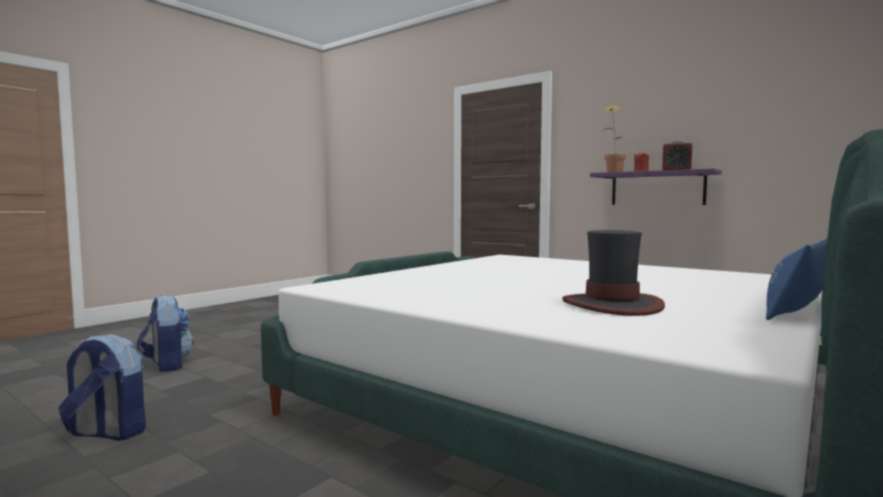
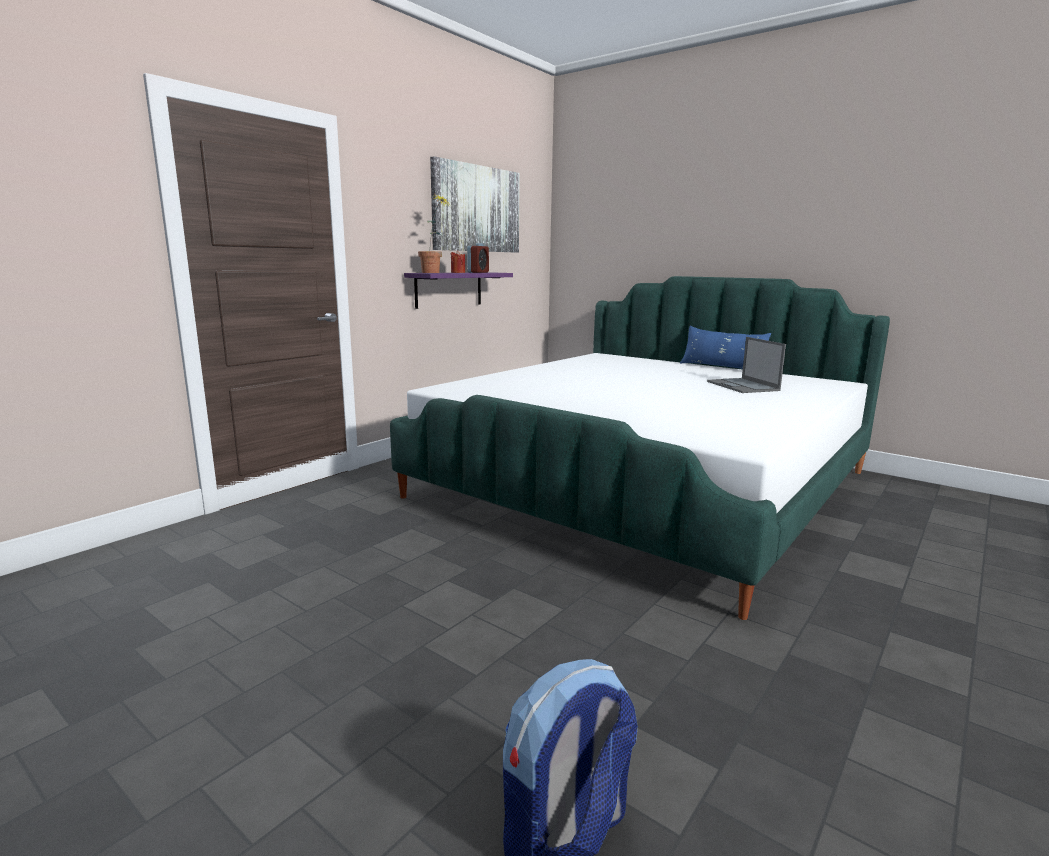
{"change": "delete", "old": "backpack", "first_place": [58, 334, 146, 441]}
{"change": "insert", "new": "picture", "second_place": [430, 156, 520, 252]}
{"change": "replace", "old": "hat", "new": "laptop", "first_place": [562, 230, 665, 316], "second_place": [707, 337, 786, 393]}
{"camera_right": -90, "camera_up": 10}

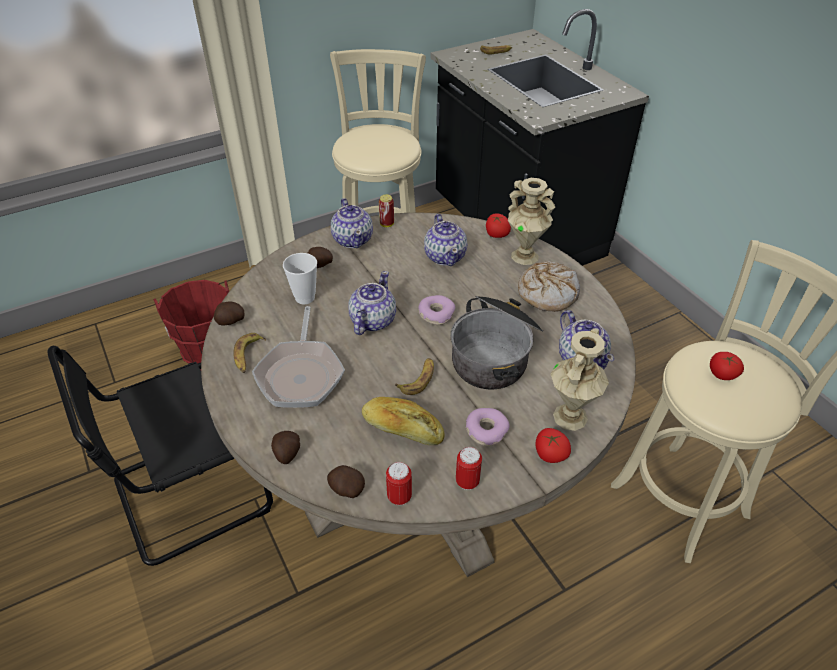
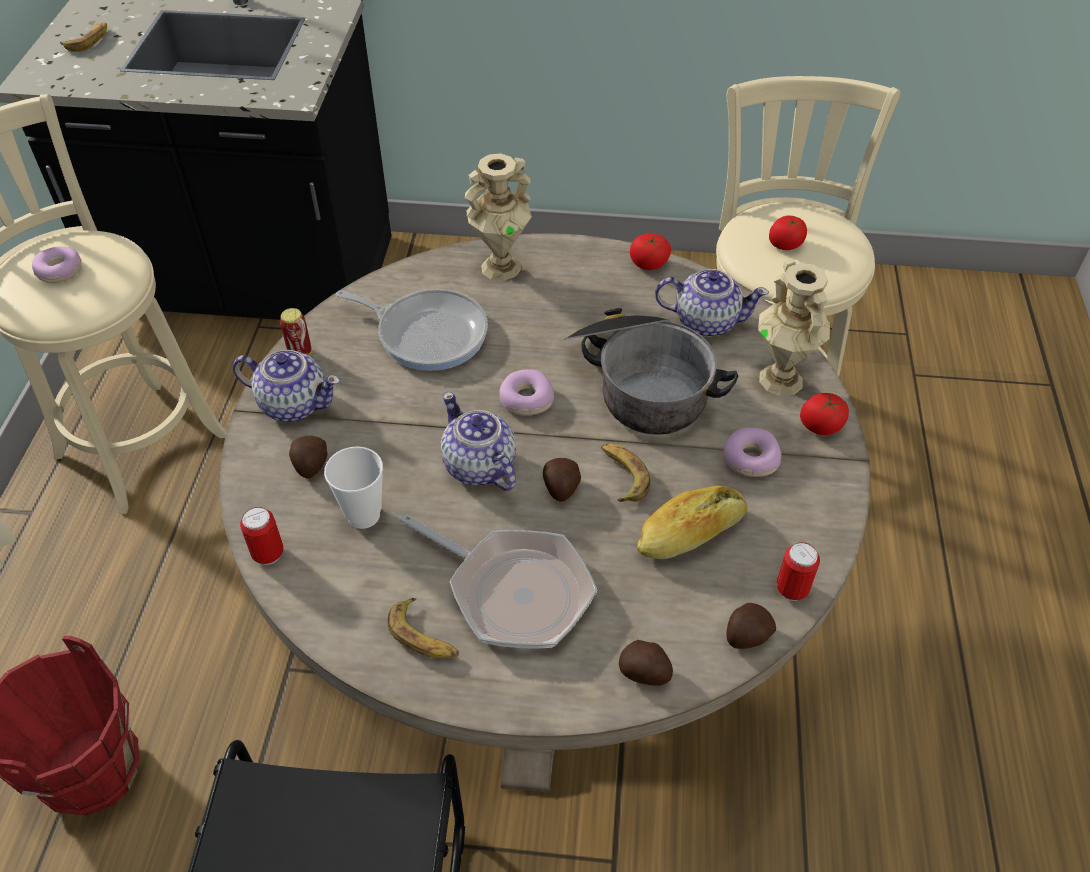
{"change": "delete", "old": "bread", "first_place": [518, 261, 580, 312]}
{"change": "insert", "new": "donut", "second_place": [32, 247, 82, 283]}
{"change": "move", "old": "potato", "first_place": [214, 302, 244, 326], "second_place": [543, 458, 581, 502]}
{"change": "move", "old": "can", "first_place": [456, 447, 482, 490], "second_place": [240, 507, 283, 565]}
{"change": "move", "old": "tomato", "first_place": [486, 213, 511, 238], "second_place": [630, 233, 671, 270]}
{"change": "replace", "old": "teapot", "new": "frying pan", "first_place": [424, 214, 467, 266], "second_place": [336, 289, 488, 371]}
{"camera_right": -55, "camera_up": 5}

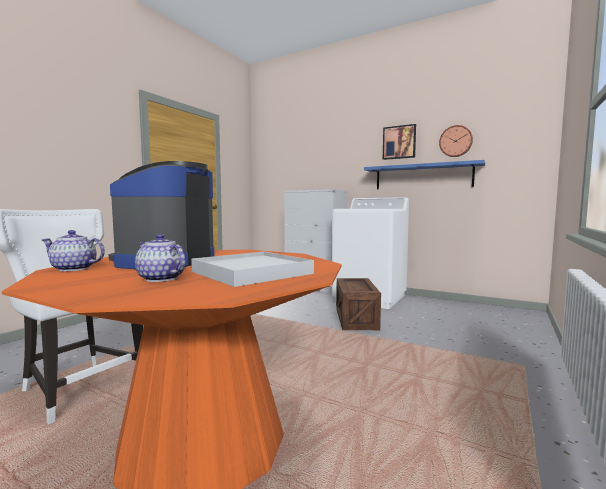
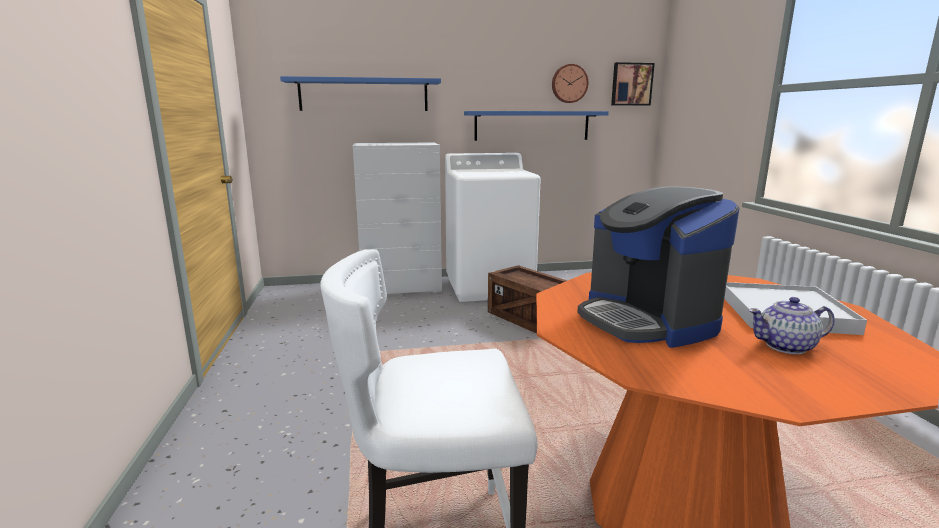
{"change": "delete", "old": "teapot", "first_place": [42, 230, 105, 271]}
{"change": "insert", "new": "blue shelf", "second_place": [280, 76, 441, 111]}
{"change": "move", "old": "picture", "first_place": [383, 124, 416, 160], "second_place": [611, 62, 655, 106]}
{"camera_right": -40, "camera_up": 10}

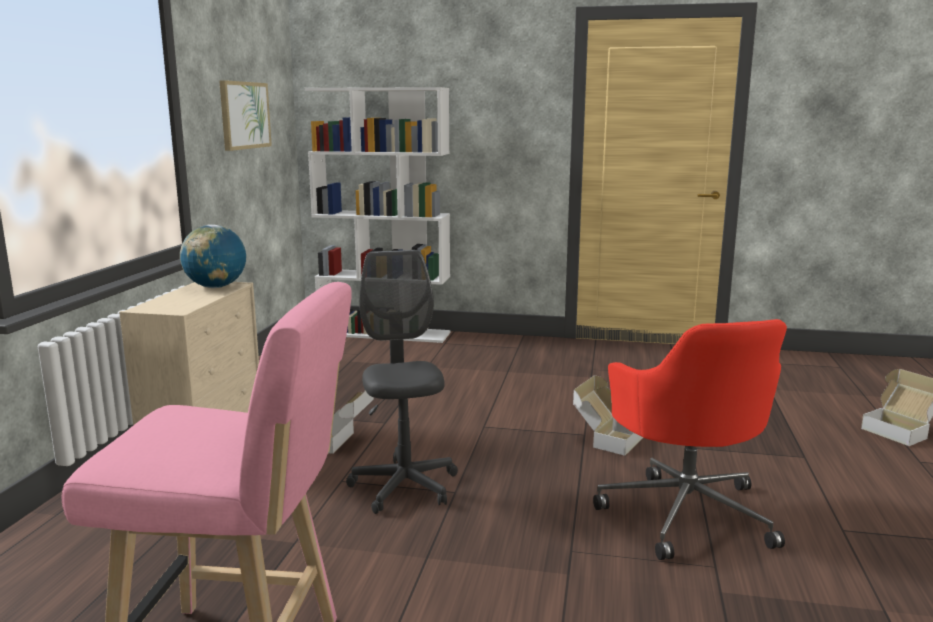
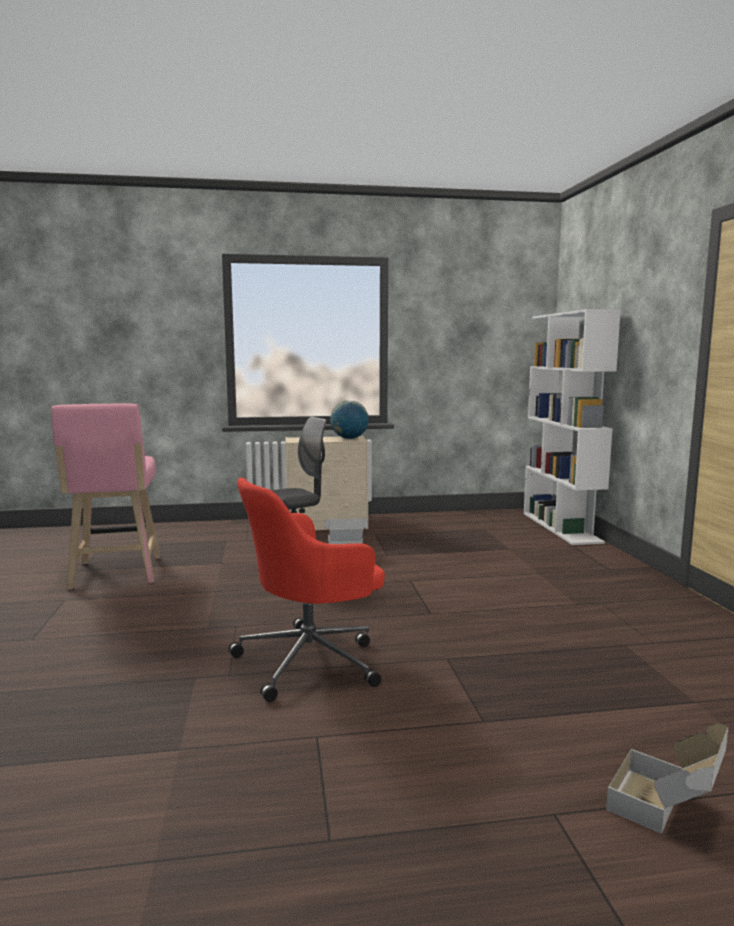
{"change": "delete", "old": "picture", "first_place": [219, 80, 272, 151]}
{"change": "delete", "old": "cardboard box", "first_place": [573, 375, 643, 456]}
{"camera_right": 70, "camera_up": -5}

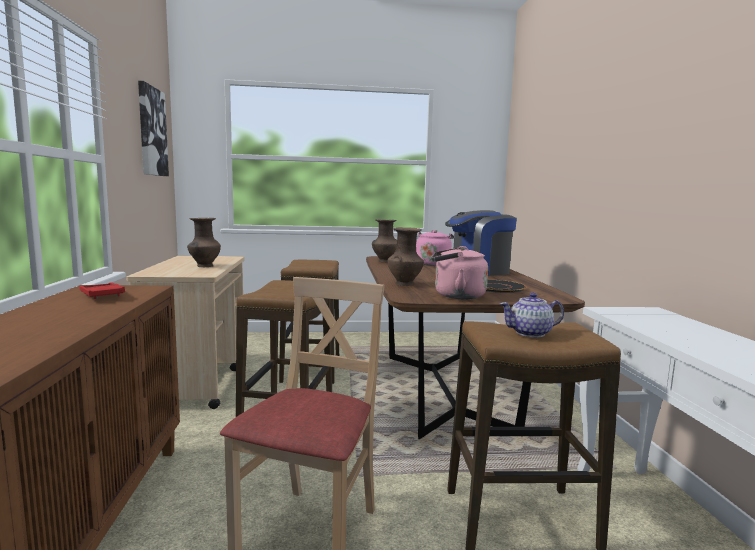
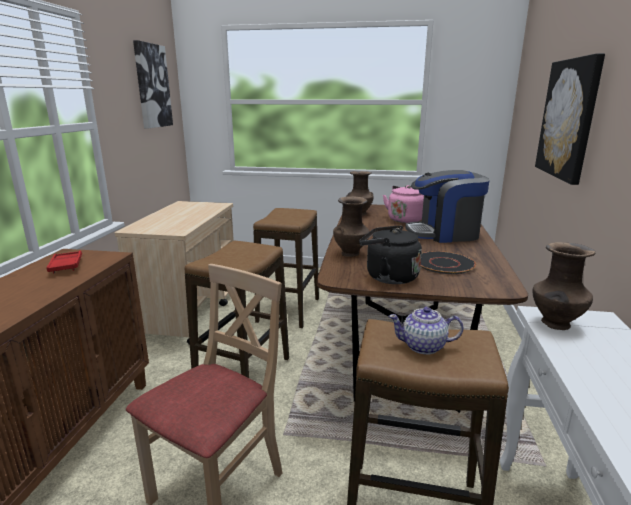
{"change": "insert", "new": "picture", "second_place": [535, 53, 605, 185]}
{"change": "move", "old": "brown vase", "first_place": [187, 218, 221, 267], "second_place": [533, 242, 595, 330]}
{"change": "recolor", "old": "pink kettle", "new": "black kettle", "first_place": [431, 246, 488, 299], "second_place": [359, 225, 422, 284]}
{"camera_right": 15, "camera_up": 10}

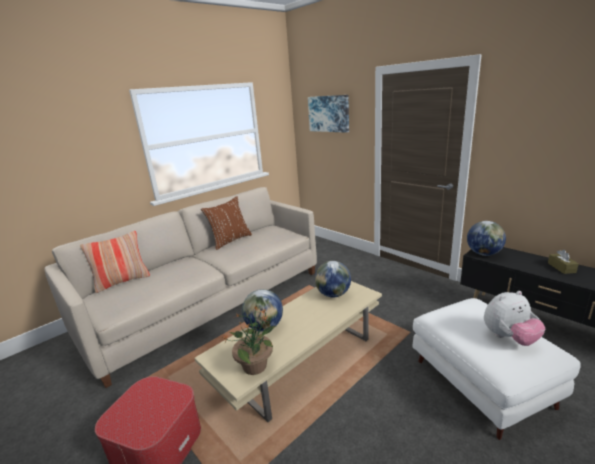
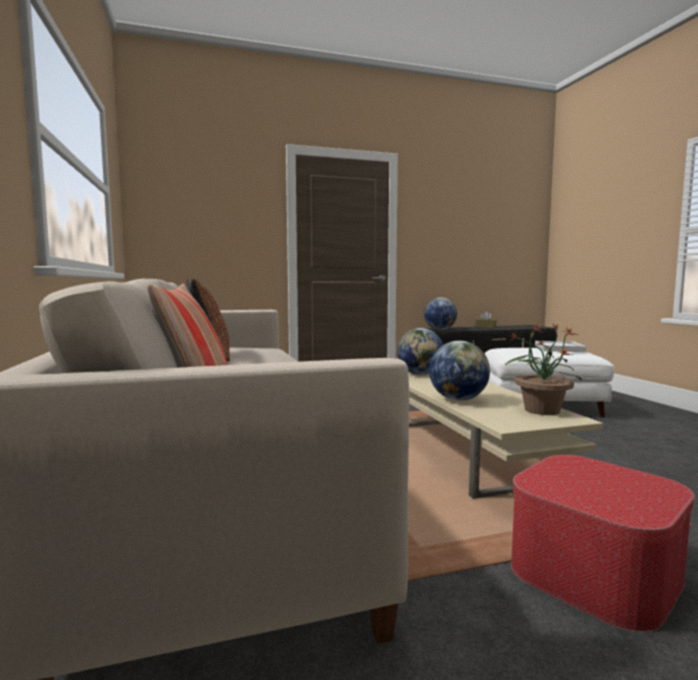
{"change": "delete", "old": "picture", "first_place": [308, 95, 349, 133]}
{"change": "replace", "old": "plush toy", "new": "white tray", "first_place": [484, 291, 545, 346], "second_place": [535, 341, 586, 352]}
{"camera_right": -65, "camera_up": -15}

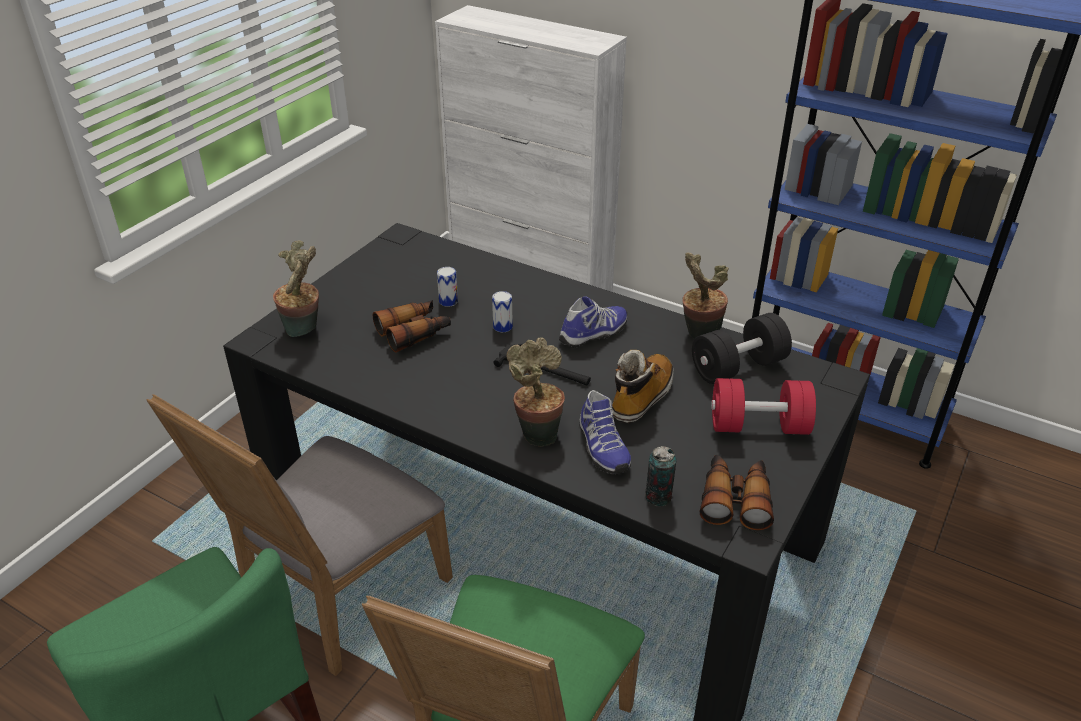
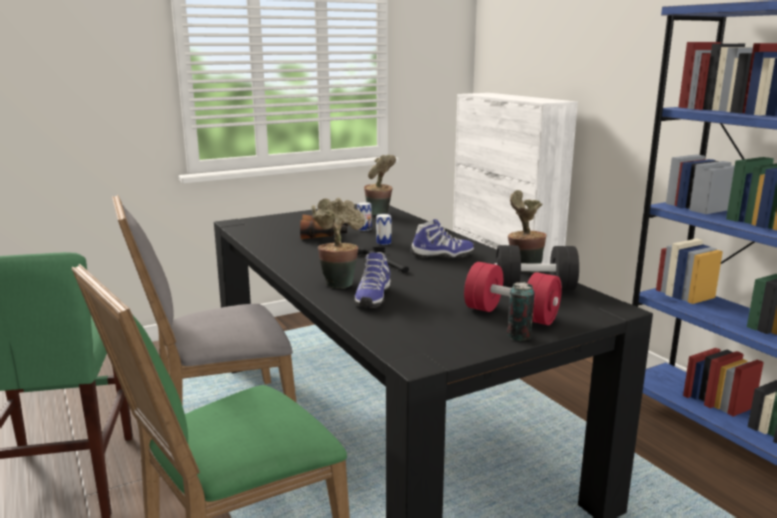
{"change": "delete", "old": "boot", "first_place": [612, 350, 673, 423]}
{"change": "delete", "old": "binoculars", "first_place": [700, 454, 774, 530]}
{"change": "move", "old": "potted plant", "first_place": [273, 241, 319, 337], "second_place": [364, 155, 396, 215]}
{"change": "move", "old": "can", "first_place": [645, 446, 676, 506], "second_place": [507, 282, 535, 341]}
{"camera_right": 30, "camera_up": -20}

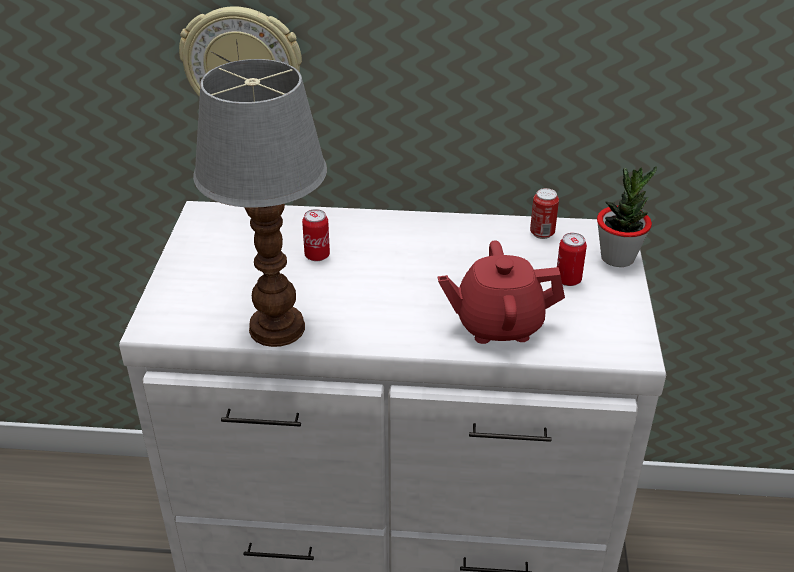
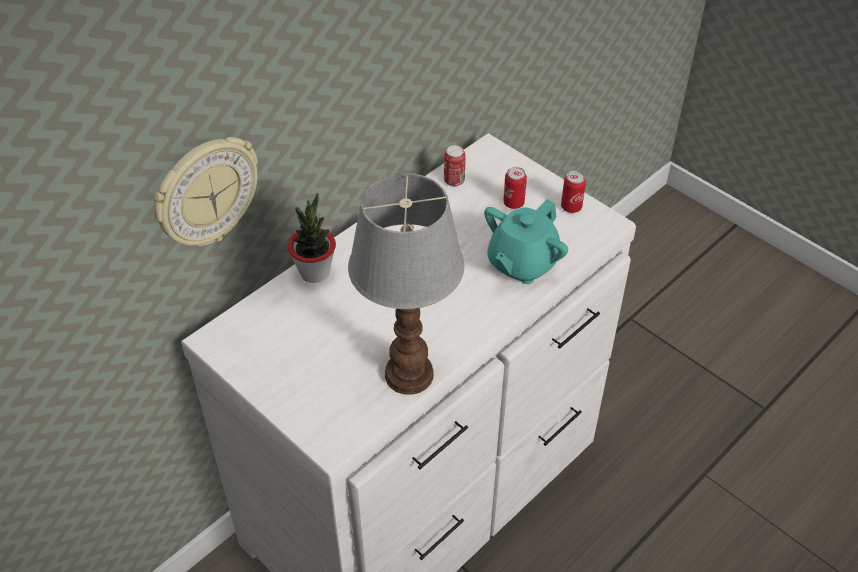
{"change": "move", "old": "can", "first_place": [302, 209, 330, 261], "second_place": [561, 171, 586, 213]}
{"change": "move", "old": "potted plant", "first_place": [597, 166, 657, 267], "second_place": [288, 192, 336, 283]}
{"change": "recolor", "old": "red teapot", "new": "turquoise teapot", "first_place": [438, 240, 565, 344], "second_place": [484, 199, 568, 284]}
{"camera_right": -50, "camera_up": 10}

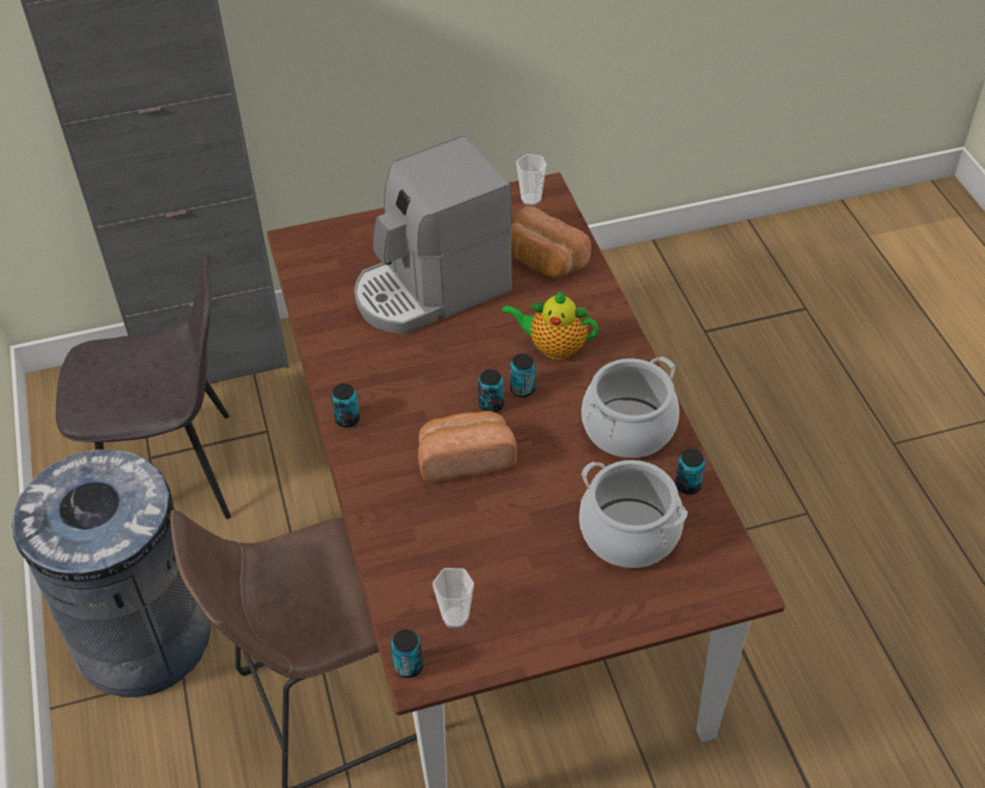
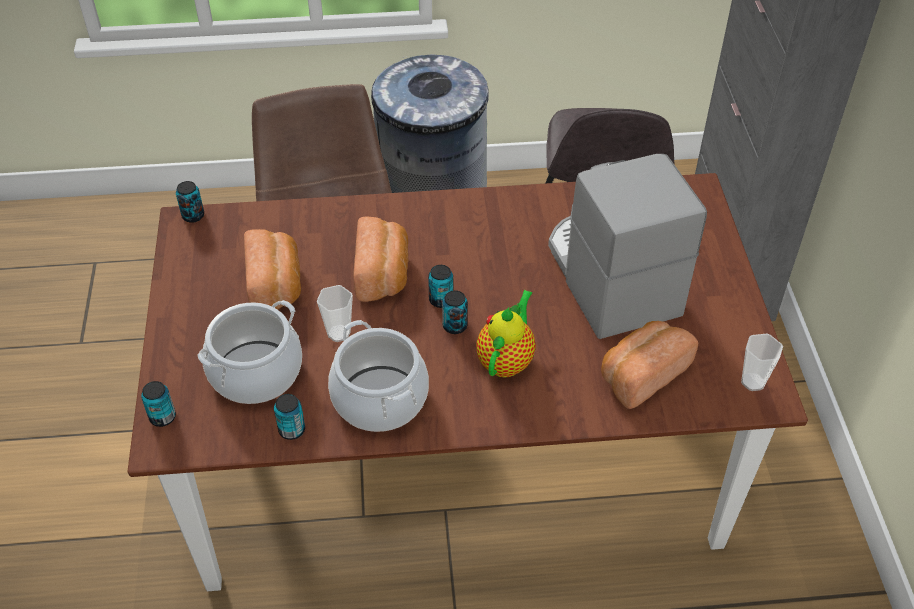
{"change": "insert", "new": "bread", "second_place": [244, 229, 301, 310]}
{"change": "move", "old": "can", "first_place": [331, 383, 360, 428], "second_place": [141, 381, 176, 427]}
{"change": "move", "old": "cup", "first_place": [432, 568, 474, 628], "second_place": [317, 285, 353, 342]}
{"camera_right": 100, "camera_up": 0}

